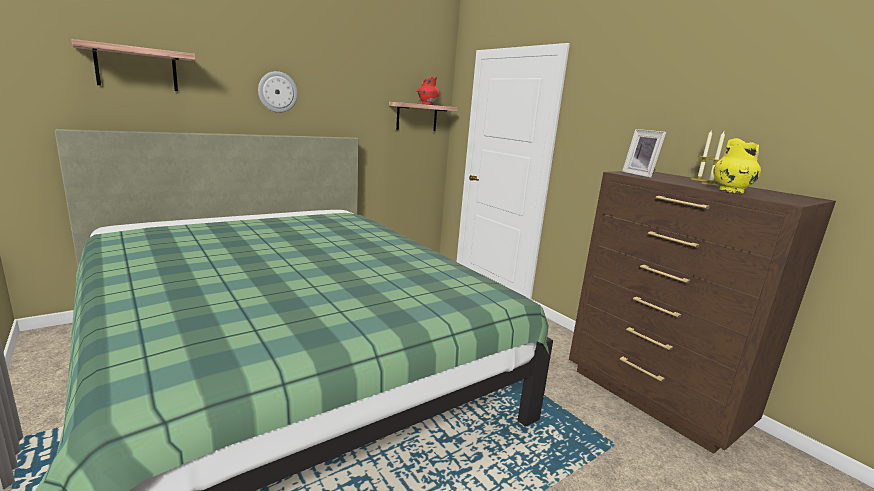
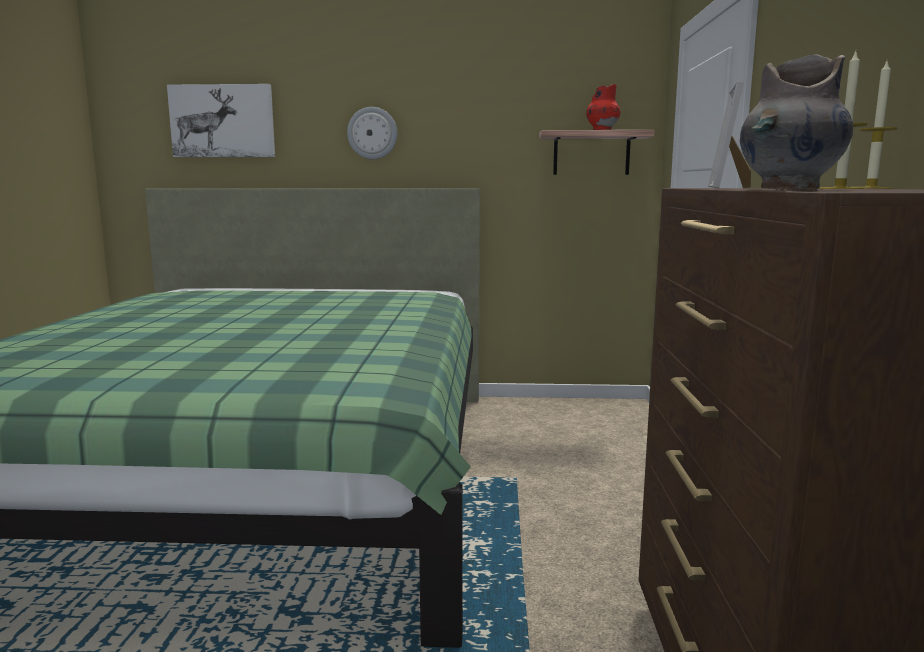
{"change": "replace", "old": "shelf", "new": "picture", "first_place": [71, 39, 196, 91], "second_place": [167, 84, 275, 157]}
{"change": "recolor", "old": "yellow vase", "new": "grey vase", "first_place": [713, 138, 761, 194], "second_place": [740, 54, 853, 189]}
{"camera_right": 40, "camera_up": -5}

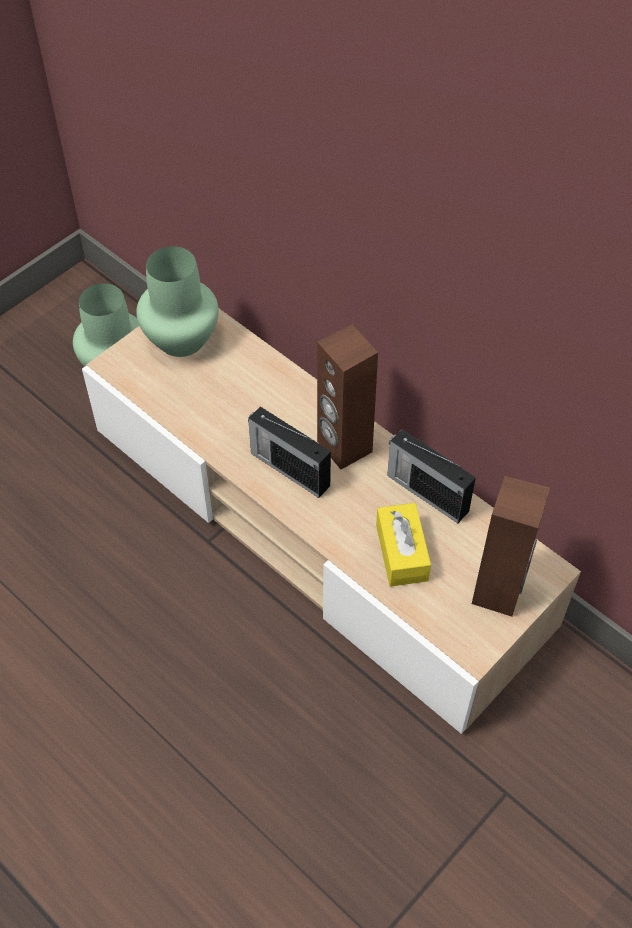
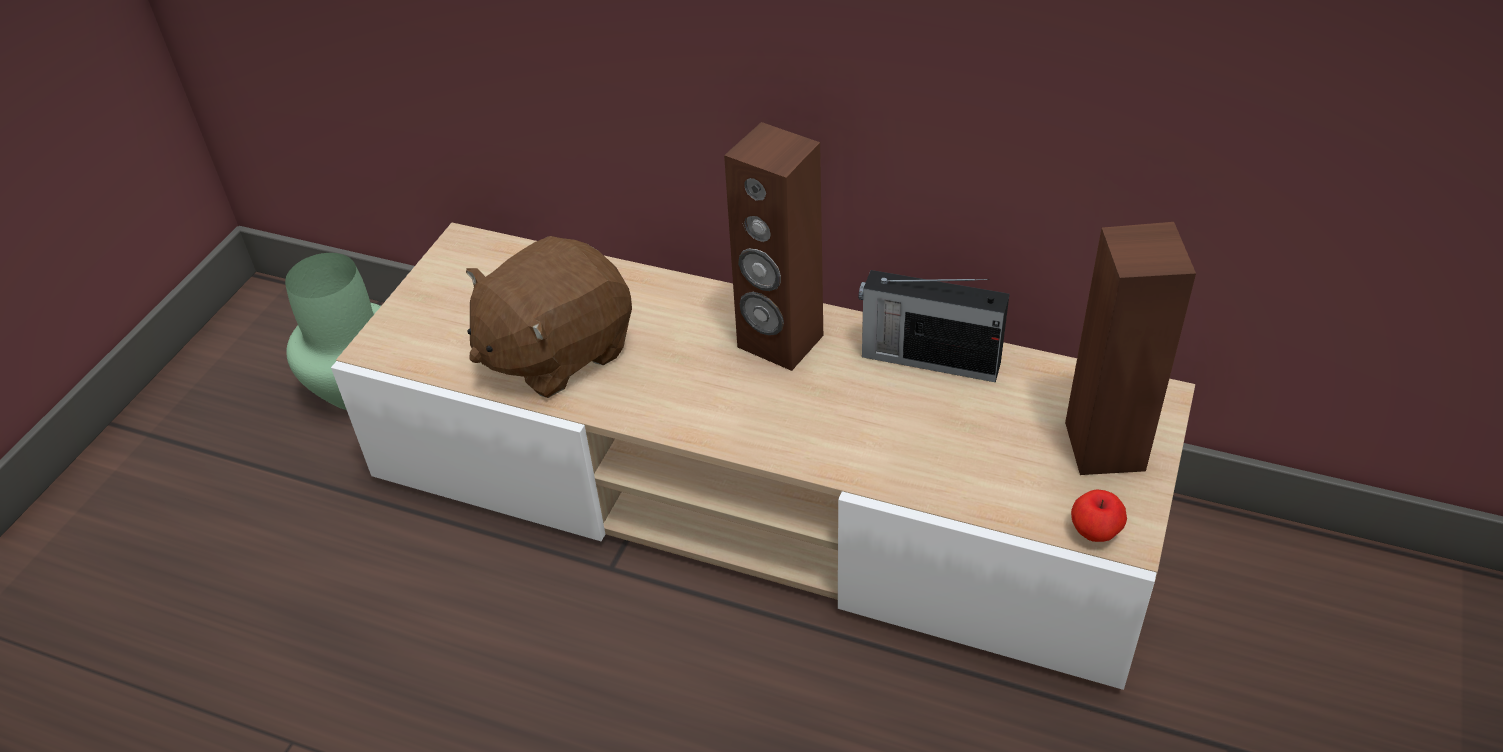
{"change": "delete", "old": "green vase", "first_place": [136, 246, 219, 357]}
{"change": "delete", "old": "radio", "first_place": [248, 407, 331, 498]}
{"change": "delete", "old": "yellow tissue box", "first_place": [376, 503, 431, 587]}
{"change": "insert", "new": "brown plush toy", "second_place": [466, 236, 632, 398]}
{"change": "insert", "new": "apple", "second_place": [1071, 489, 1127, 542]}
{"camera_right": -20, "camera_up": -10}

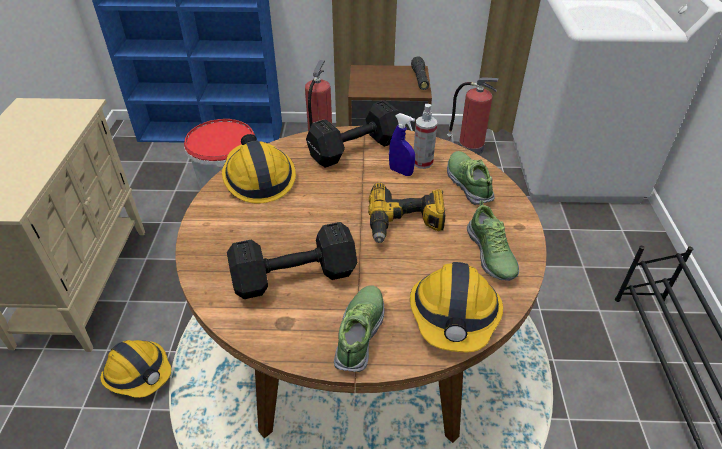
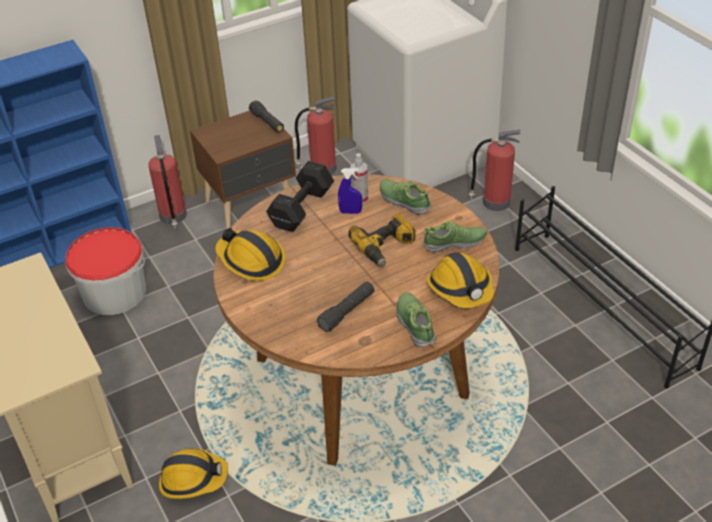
{"change": "insert", "new": "fire extinguisher", "second_place": [469, 130, 521, 211]}
{"change": "replace", "old": "black dumbbell", "new": "black flashlight", "first_place": [227, 222, 357, 299], "second_place": [317, 282, 374, 332]}
{"change": "rotate", "old": "shoe", "first_place": [467, 200, 519, 281], "second_place": [423, 221, 487, 253], "degrees": -60}
{"camera_right": -30, "camera_up": 0}

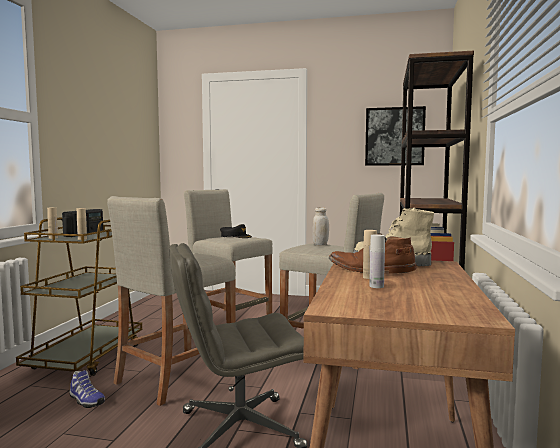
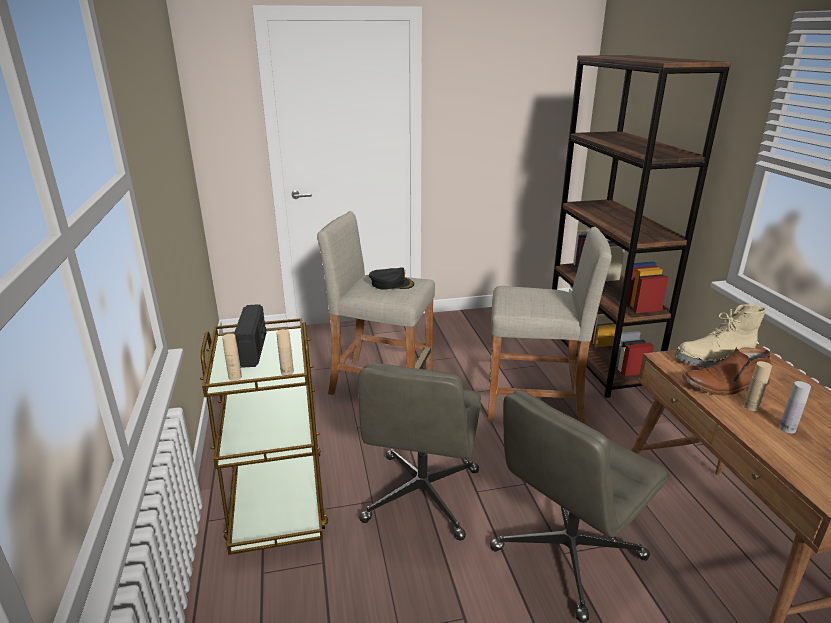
{"change": "delete", "old": "shoe", "first_place": [70, 370, 105, 408]}
{"change": "delete", "old": "white jar", "first_place": [312, 207, 329, 245]}
{"change": "delete", "old": "picture", "first_place": [365, 106, 426, 166]}
{"change": "replace", "old": "beige stool", "new": "grey office chair", "first_place": [107, 196, 236, 406], "second_place": [358, 363, 481, 541]}
{"camera_right": -25, "camera_up": 20}

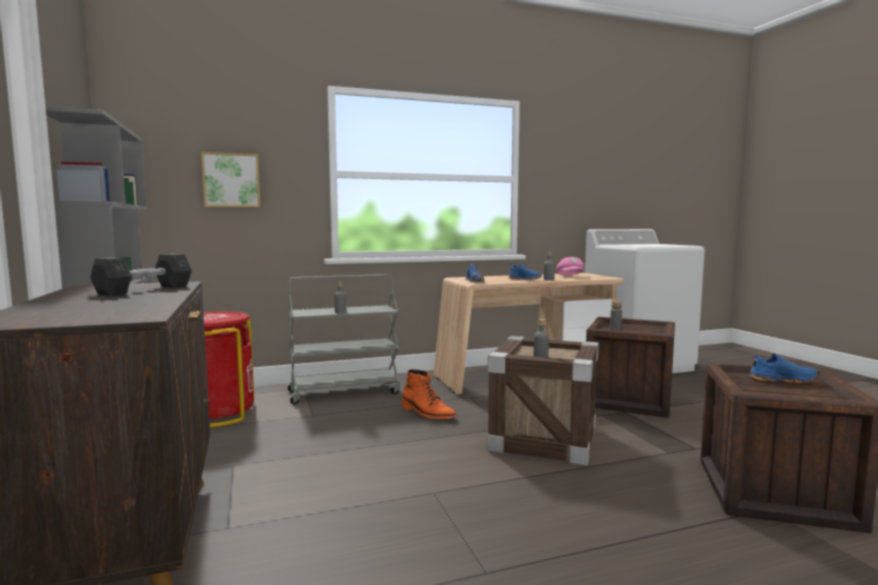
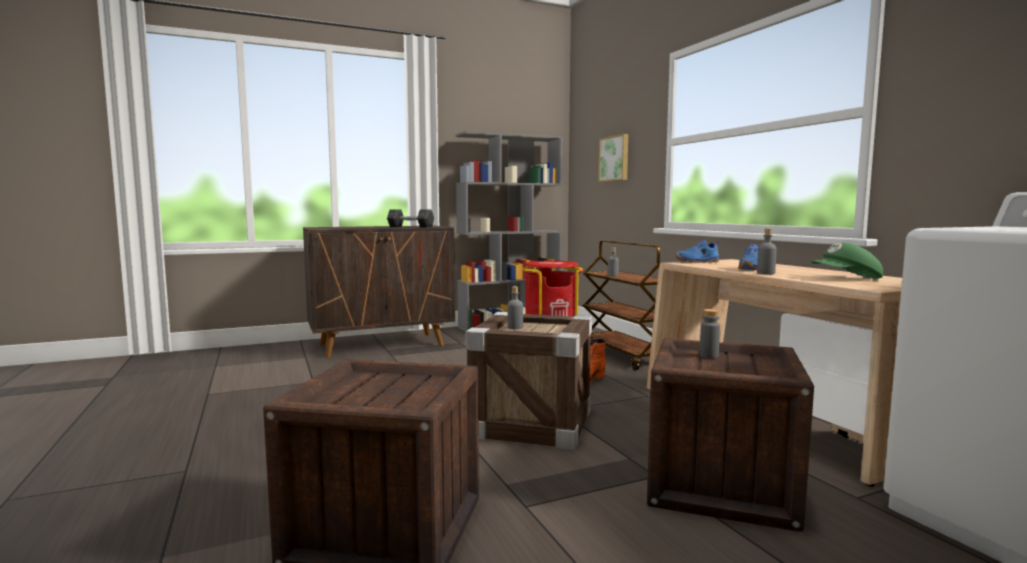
{"change": "delete", "old": "blue shoe", "first_place": [749, 353, 817, 383]}
{"change": "recolor", "old": "grey cart", "new": "brown cart", "first_place": [288, 274, 400, 405], "second_place": [583, 240, 660, 370]}
{"change": "recolor", "old": "pink cap", "new": "green cap", "first_place": [556, 257, 584, 275], "second_place": [811, 243, 883, 279]}
{"camera_right": 85, "camera_up": 0}

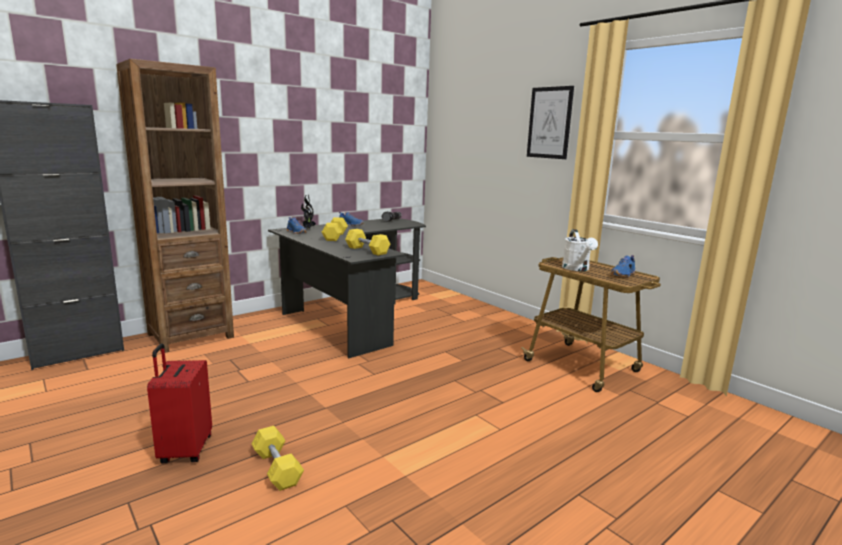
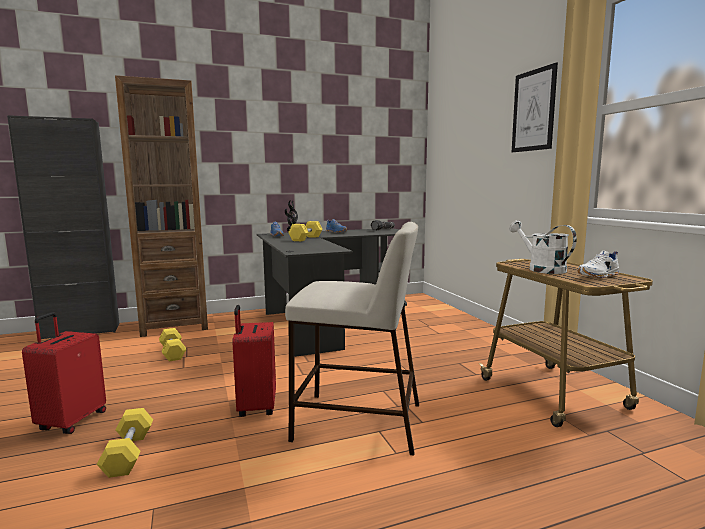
{"change": "insert", "new": "red suitcase", "second_place": [232, 305, 276, 417]}
{"change": "insert", "new": "beige stool", "second_place": [285, 222, 419, 456]}
{"change": "move", "old": "yellow dumbbell", "first_place": [345, 229, 390, 255], "second_place": [159, 328, 186, 362]}
{"change": "recolor", "old": "blue shoe", "new": "white shoe", "first_place": [611, 255, 635, 277], "second_place": [578, 251, 619, 278]}
{"change": "rotate", "old": "white watering can", "first_place": [562, 229, 598, 271], "second_place": [509, 220, 577, 274], "degrees": 135}
{"camera_right": 20, "camera_up": -5}

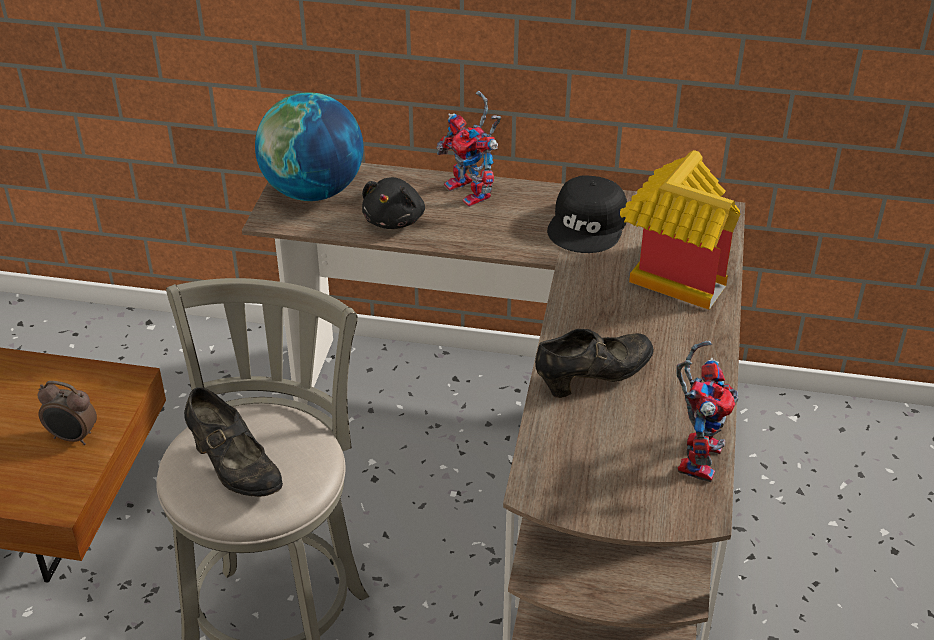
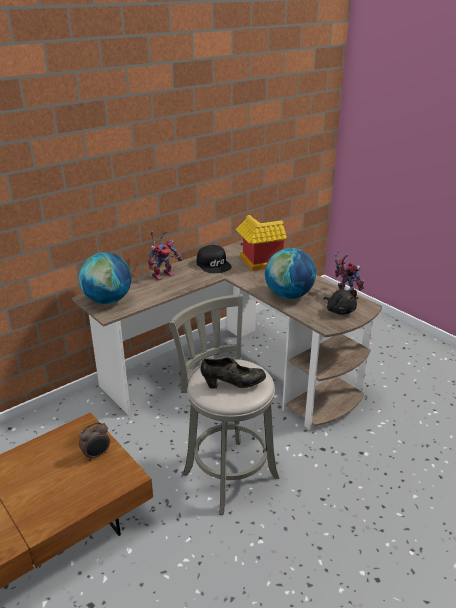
{"change": "move", "old": "black plush toy", "first_place": [362, 177, 425, 229], "second_place": [324, 290, 357, 315]}
{"change": "replace", "old": "black shoe", "new": "globe", "first_place": [535, 329, 654, 398], "second_place": [265, 248, 316, 299]}
{"change": "rotate", "old": "toy robot", "first_place": [437, 91, 501, 207], "second_place": [148, 231, 182, 281], "degrees": -45}
{"camera_right": -50, "camera_up": -10}

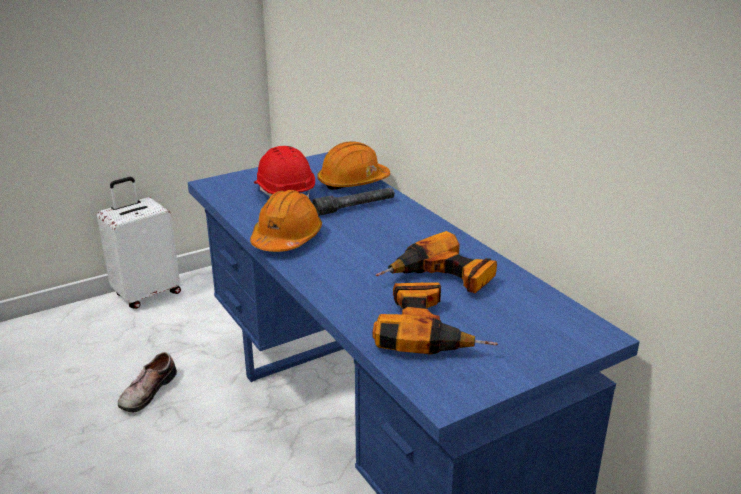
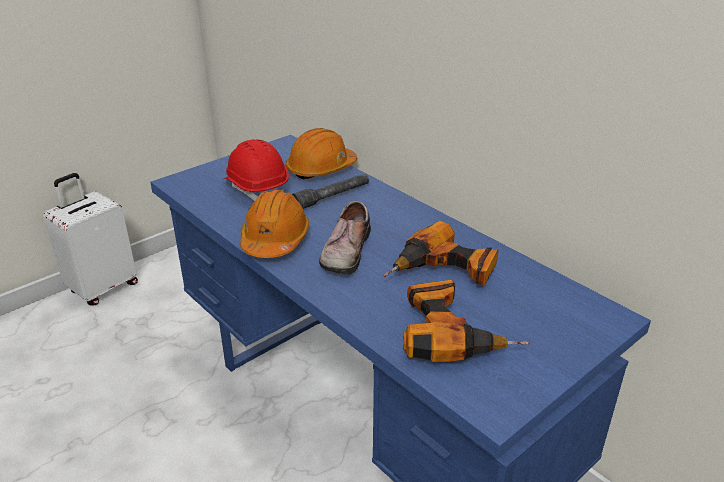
{"change": "move", "old": "shoe", "first_place": [118, 352, 177, 412], "second_place": [319, 201, 371, 274]}
{"camera_right": -10, "camera_up": 5}

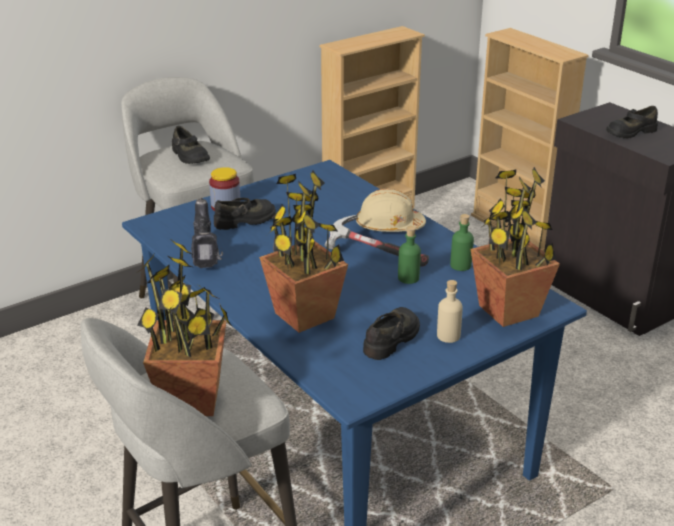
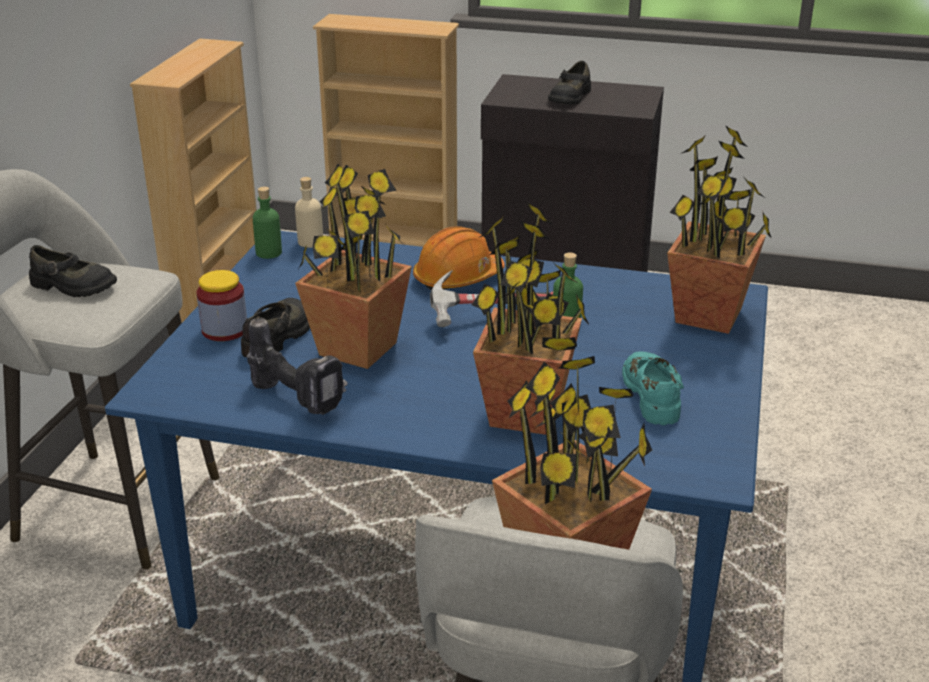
{"change": "insert", "new": "potted plant", "second_place": [295, 164, 412, 369]}
{"change": "move", "old": "beige bottle", "first_place": [437, 280, 463, 343], "second_place": [295, 177, 323, 248]}
{"change": "move", "old": "green bottle", "first_place": [450, 214, 474, 271], "second_place": [253, 187, 282, 259]}
{"change": "recolor", "old": "beige hard hat", "new": "orange hard hat", "first_place": [356, 188, 426, 232], "second_place": [413, 226, 505, 290]}
{"change": "recolor", "old": "black shoe", "new": "turquoise shoe", "first_place": [363, 307, 420, 360], "second_place": [622, 351, 684, 425]}
{"camera_right": -40, "camera_up": 0}

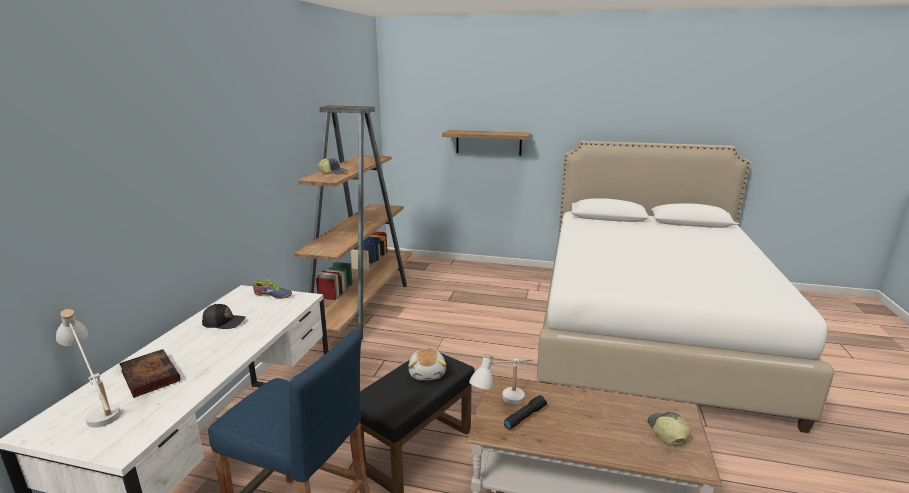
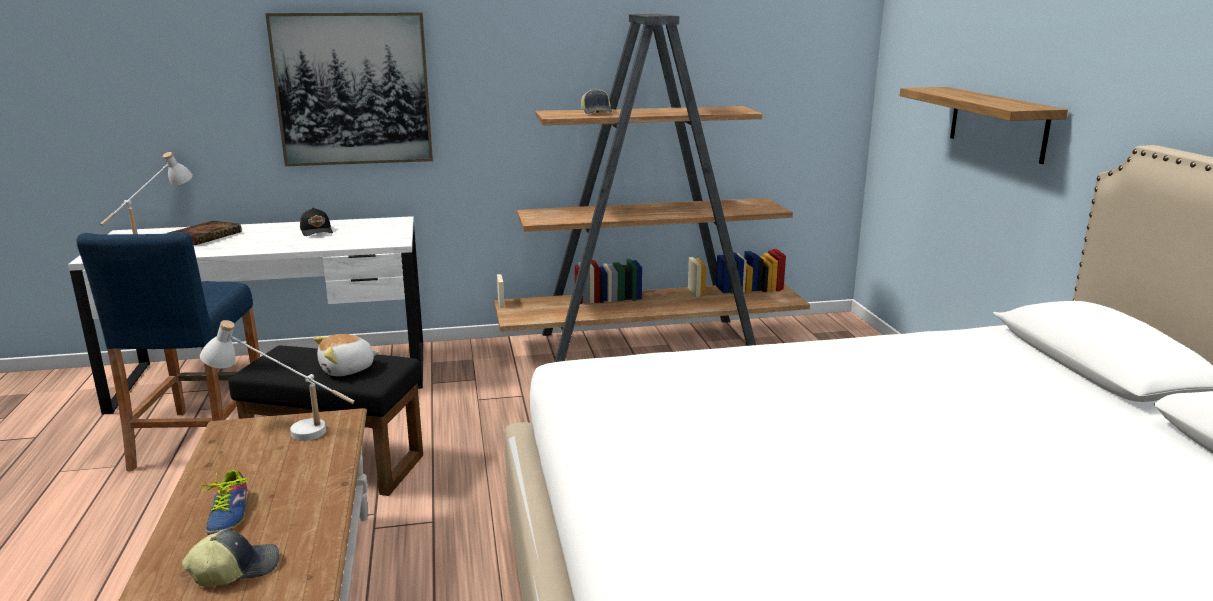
{"change": "delete", "old": "black flashlight", "first_place": [504, 395, 547, 430]}
{"change": "insert", "new": "picture", "second_place": [265, 12, 433, 166]}
{"change": "move", "old": "shoe", "first_place": [253, 278, 292, 299], "second_place": [202, 470, 248, 535]}
{"camera_right": 65, "camera_up": 0}

